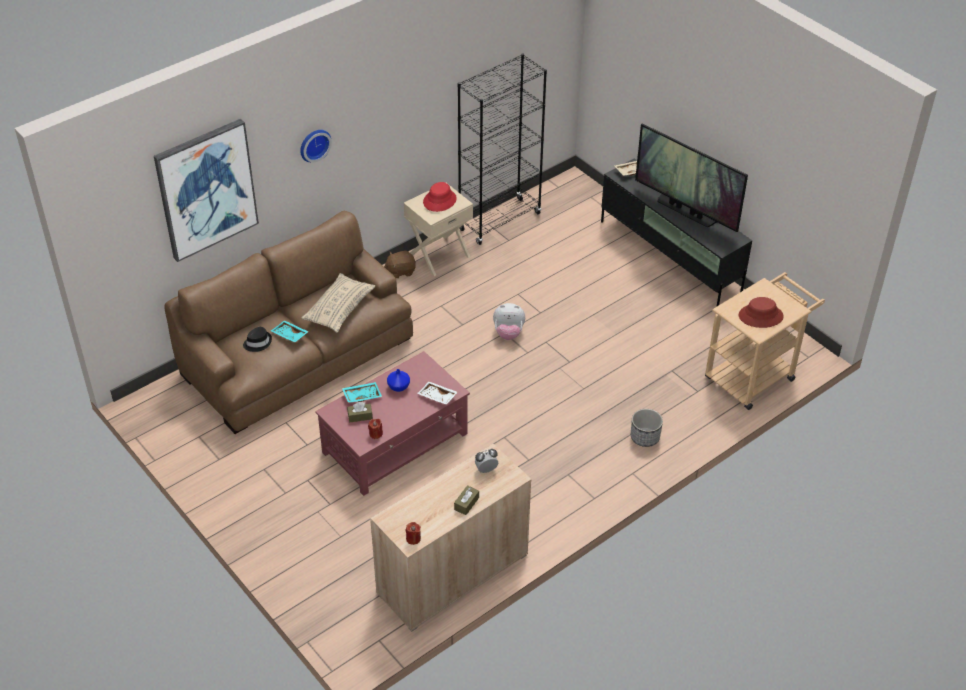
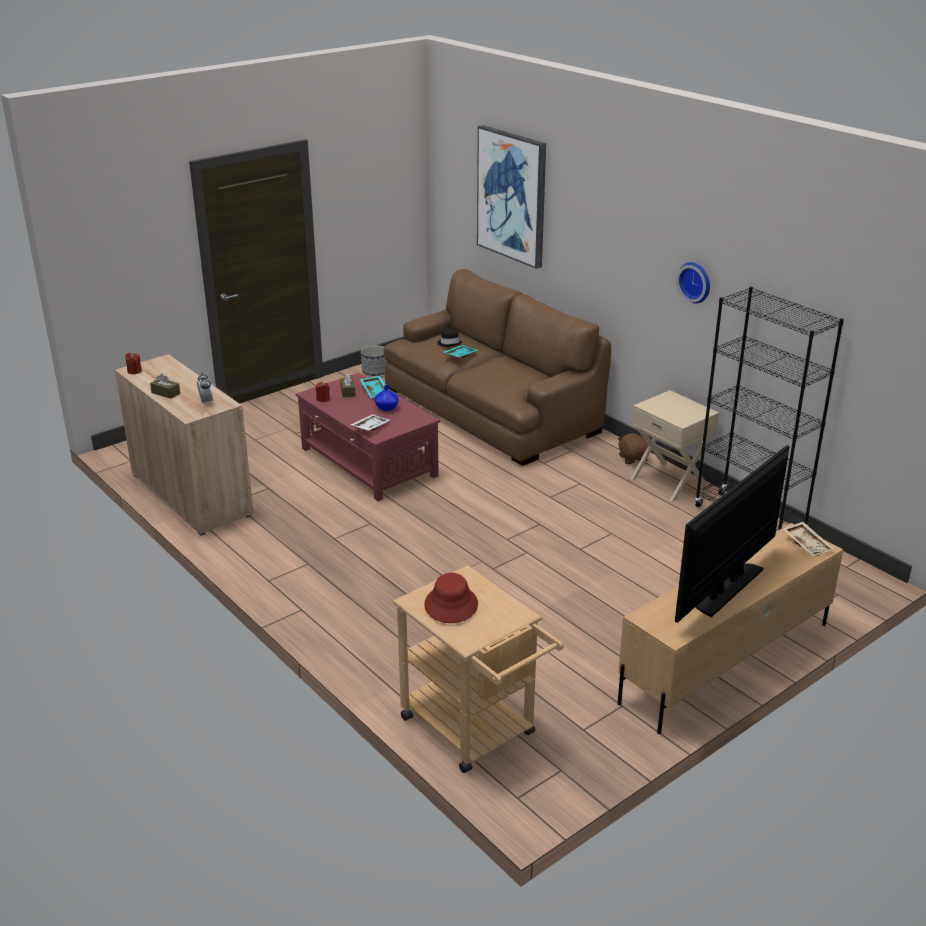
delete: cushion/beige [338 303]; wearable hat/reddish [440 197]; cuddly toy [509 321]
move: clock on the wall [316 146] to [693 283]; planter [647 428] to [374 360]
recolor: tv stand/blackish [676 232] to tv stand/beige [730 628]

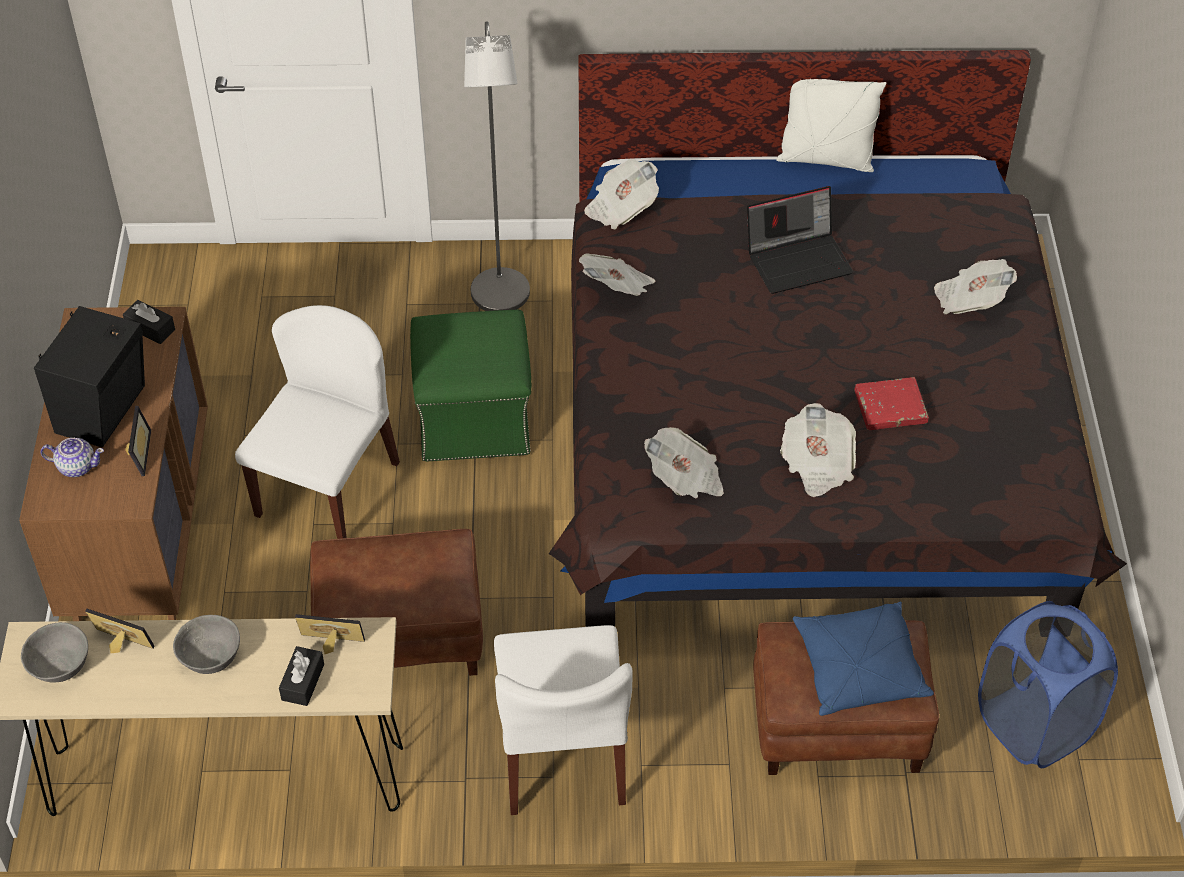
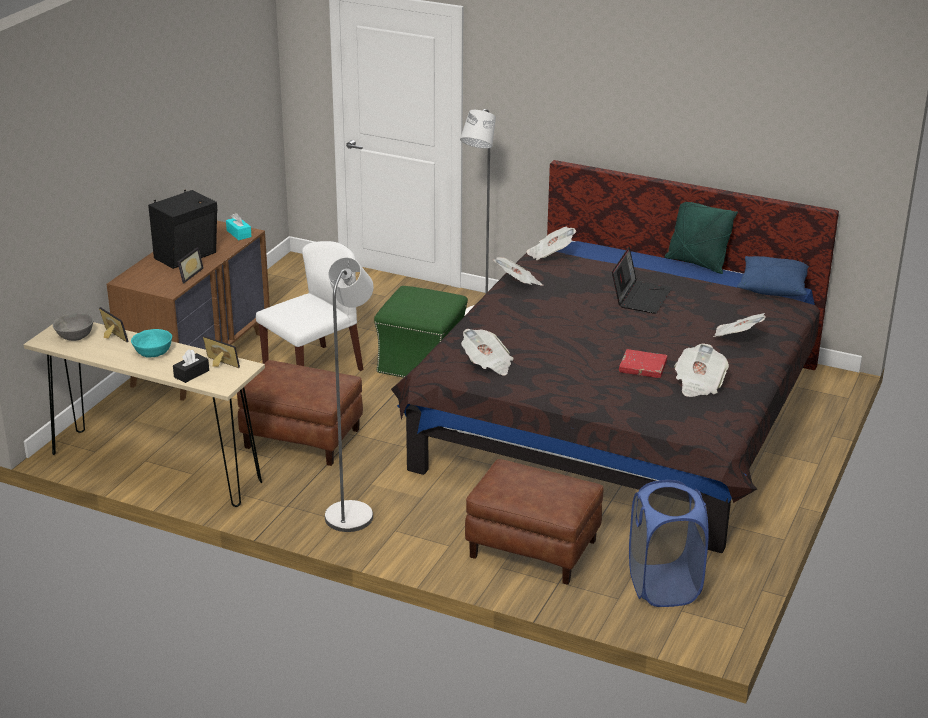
delete: teapot [72 457]
move: printed paper [818 450] to [701 370]; cushion/blue-coloured [863 658] to [773 276]
replace: upright chair/white-coloured [563 720] to floor lamp/grey [349 394]
recolor: tissue holder/blackish [149 322] to tissue holder/turquoise-coloured [239 226]; serving bowl/grey [206 644] to serving bowl/turquoise-coloured [151 343]; cushion/white-coloured [831 125] to cushion/green [701 238]
rotate: portable computer [800 240] = [642 280] 75 degrees counterclockwise

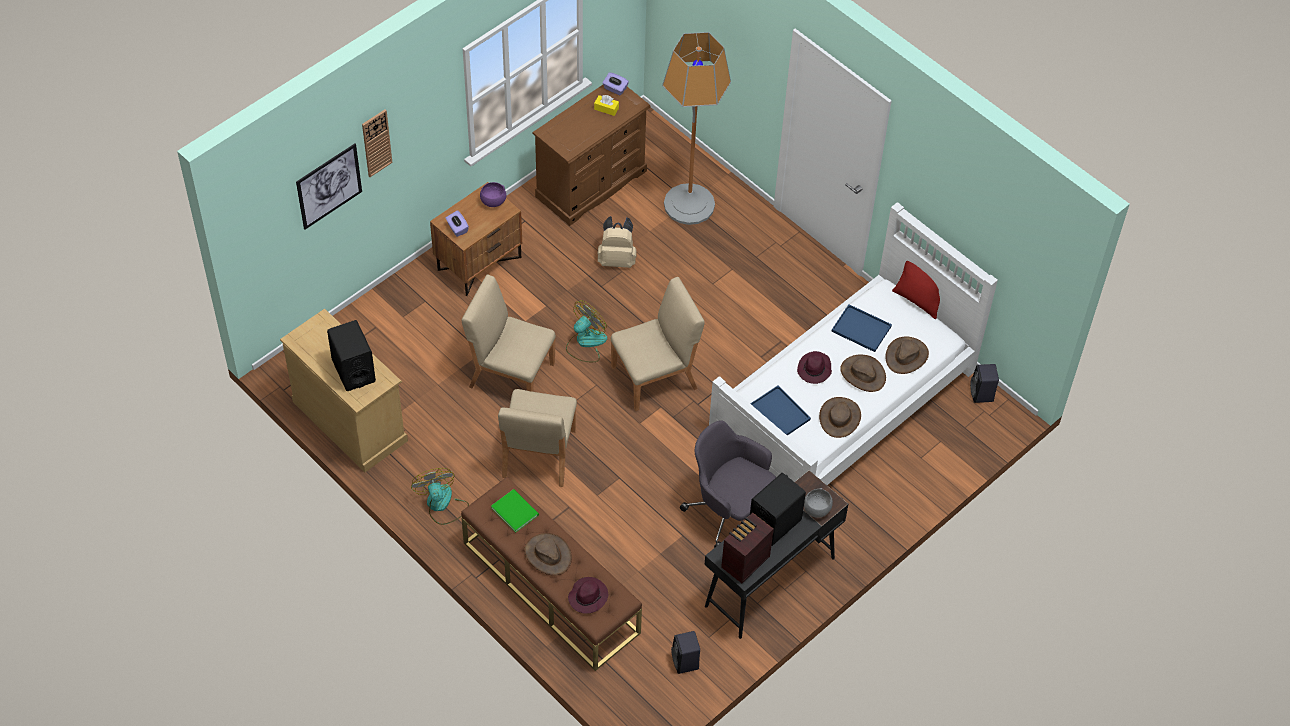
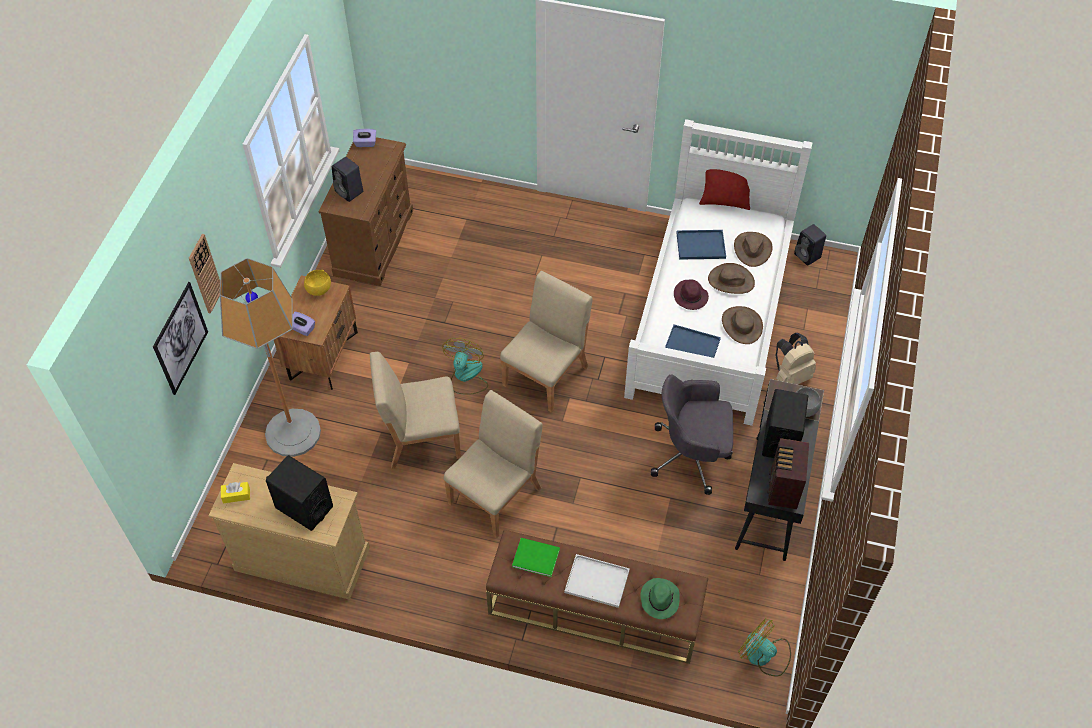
move: fan [440 496] to [764 648]; tissue holder/yellow-coloured [606 105] to [235 492]; rucksack/beige [616 242] to [795 359]; floor lamp [696 128] to [270 357]; loudspeaker/blackish [685 652] to [347 179]
replace: wearable hat/brown-coloured [548 554] to serving tray/white-coloured [597 581]
recolor: serving bowl/purple [493 194] to serving bowl/yellow-coloured [317 283]; wearable hat/purple [588 595] to wearable hat/green [660 598]
rotate: upright chair/beige [537 438] = [493 464] 120 degrees counterclockwise

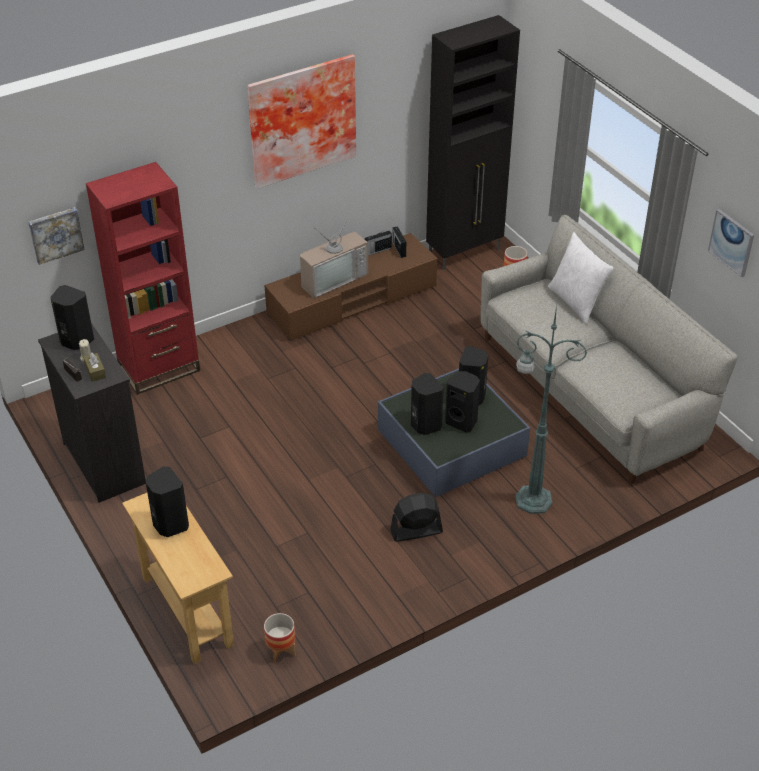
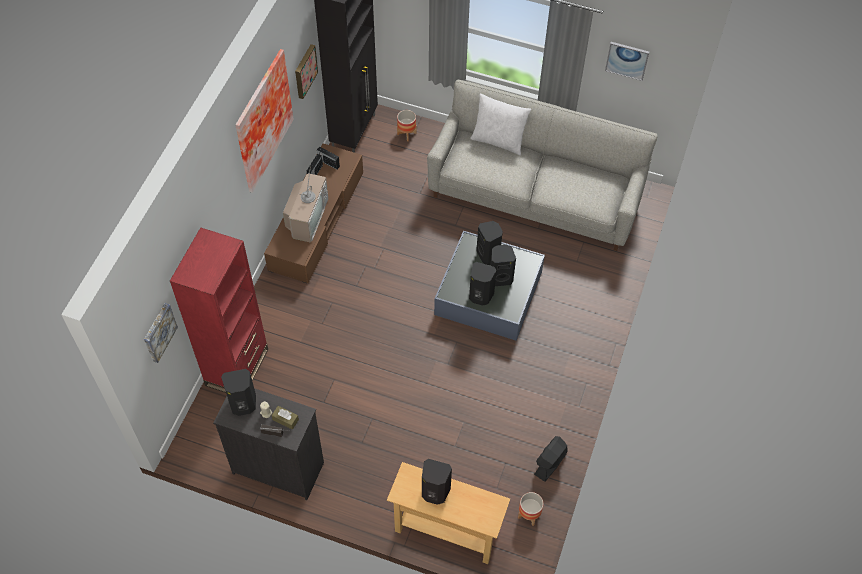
delete: floor lamp/green [551 409]
insert: wall art [306 71]
move: fan/blackish [416 517] to [551 459]

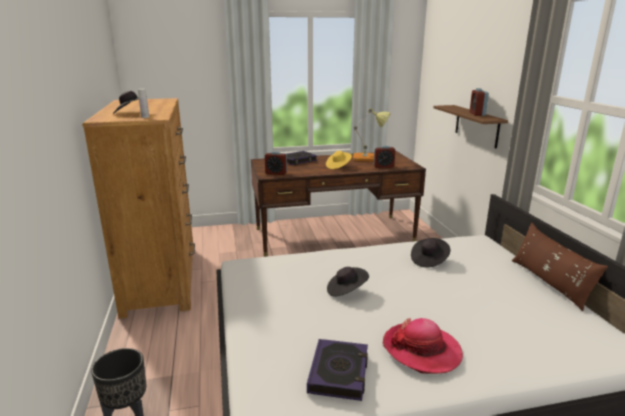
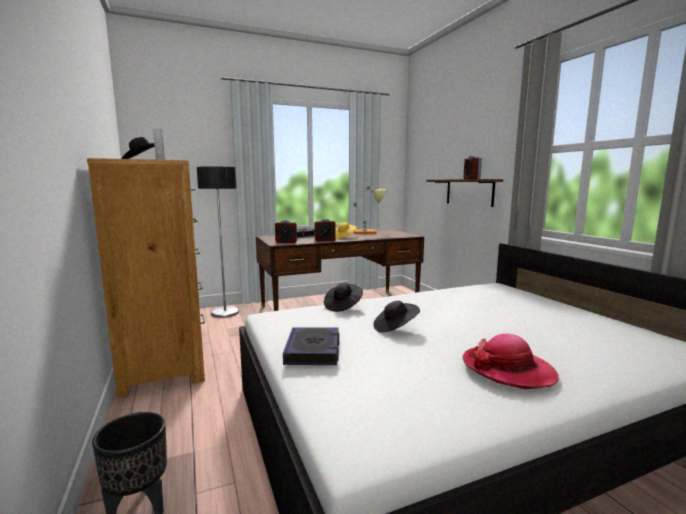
delete: cushion/brown-coloured [560 267]
insert: floor lamp [218 242]
move: bound book [337 370] to [311 346]; alarm clock [384 157] to [325 230]; wearable hat/blackish [430 252] to [343 297]

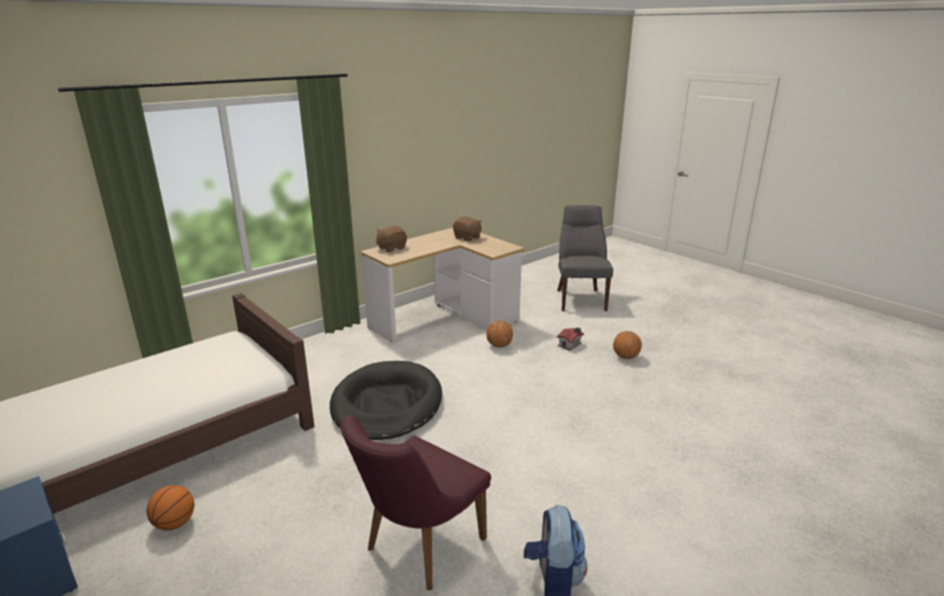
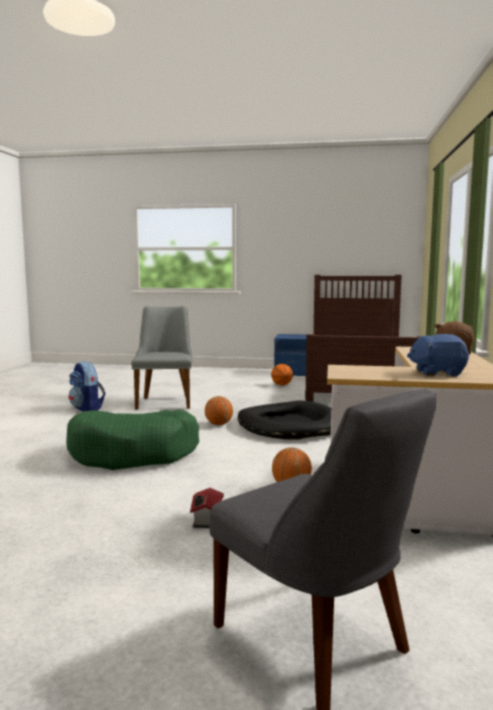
insert: dog bed/green [132 439]
move: basketball ball [627 345] to [219 410]
recolor: upright chair/purple [416 502] to upright chair/grey [162 358]; cuddly toy/brown-coloured [467 229] to cuddly toy/blue-coloured [438 355]

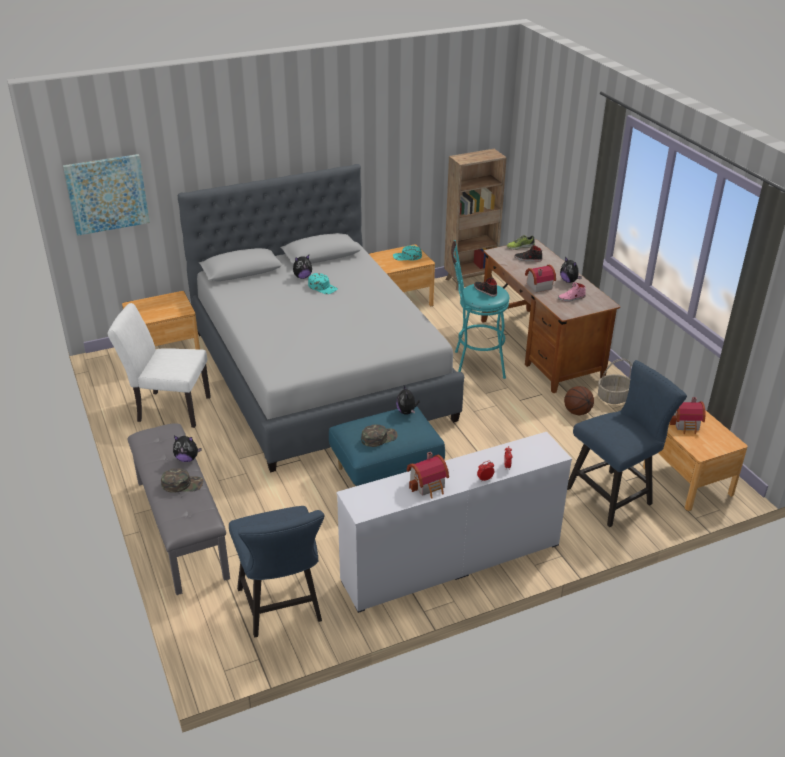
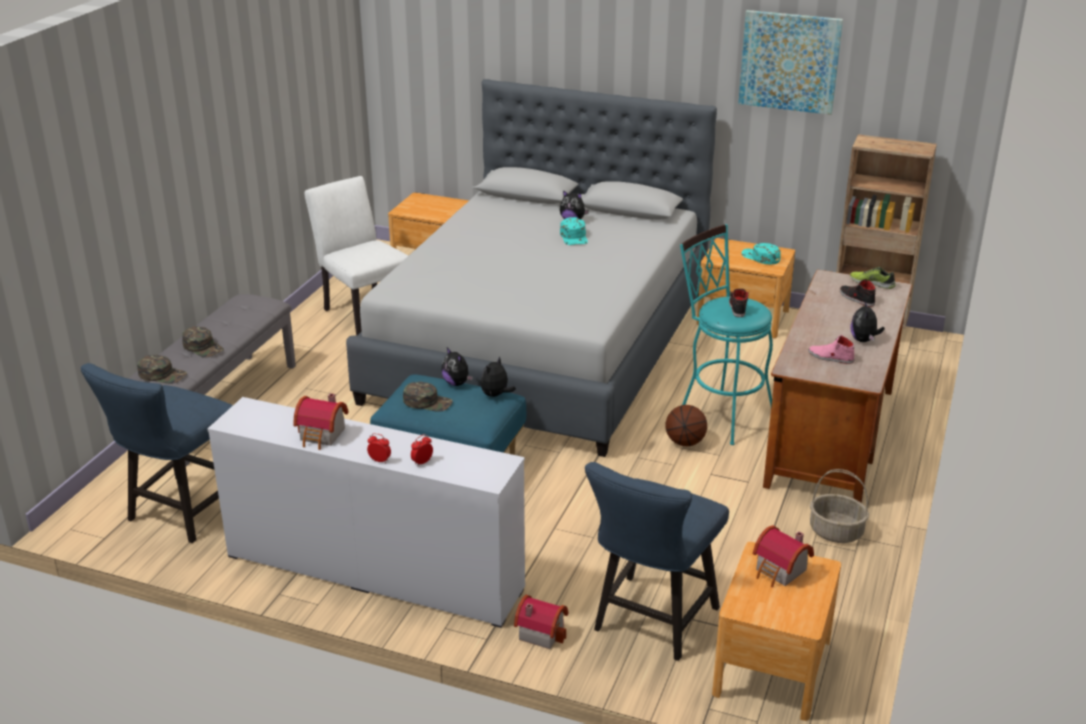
insert: cap/green [162 369]
move: wall art [106 195] to [790 62]; cuddly toy [187 449] to [457 367]; toy house [540 279] to [541 622]; basketball ball [579 400] to [686 425]
rotate: upright chair/blue-coloured [627 443] = [657 561] 105 degrees clockwise

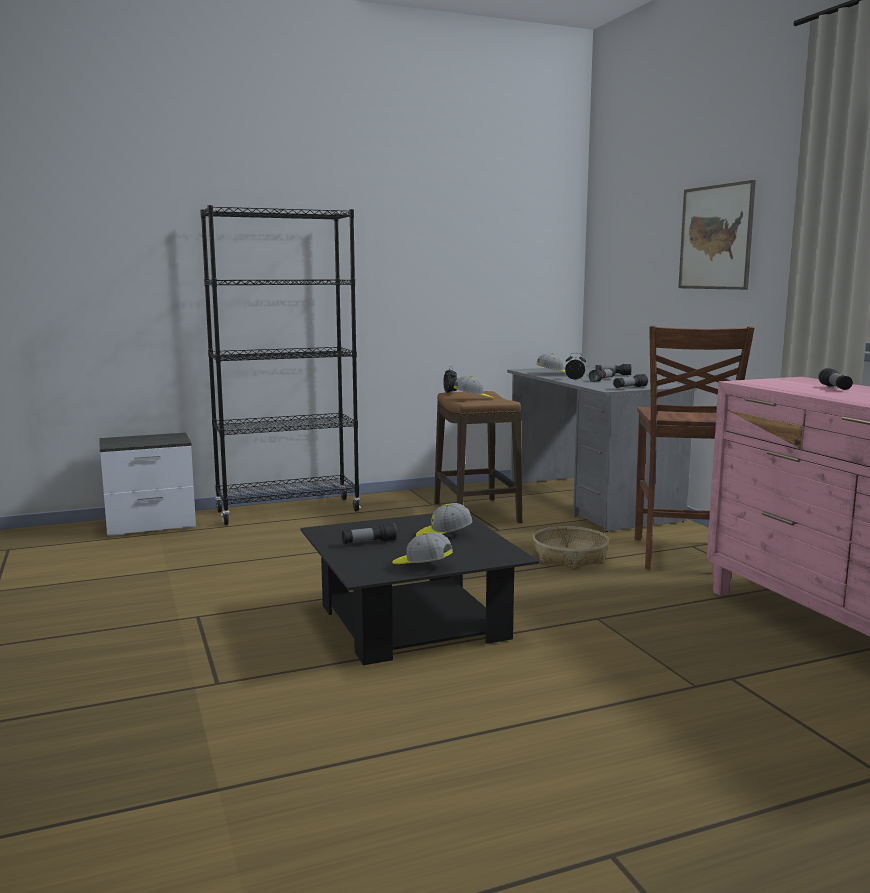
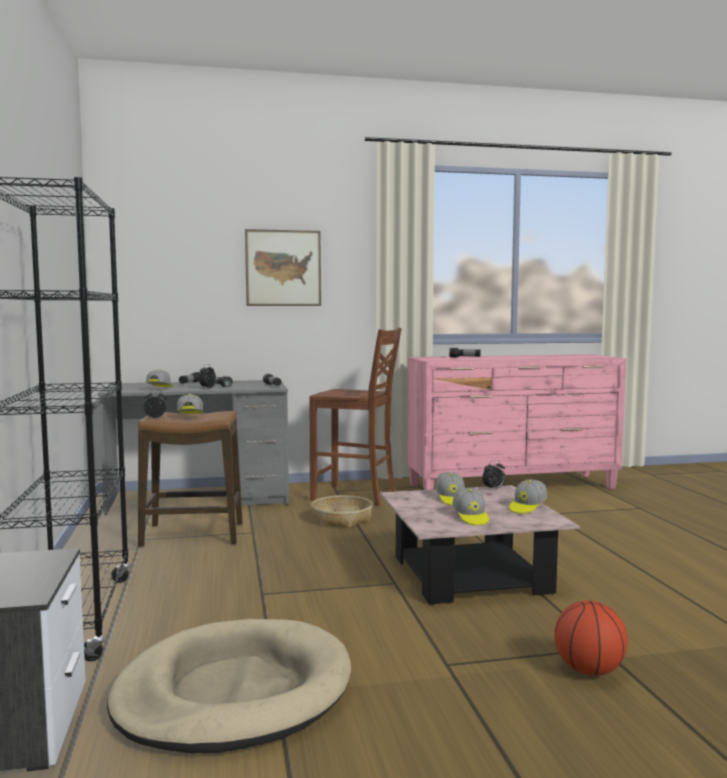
insert: dog bed/beige [229 686]; alarm clock [493 475]; basketball ball [591 638]
replace: flashlight [369 533] to cap [471 507]
recolor: coffee table/blackish [419 589] to coffee table/pink-coloured [480 545]

